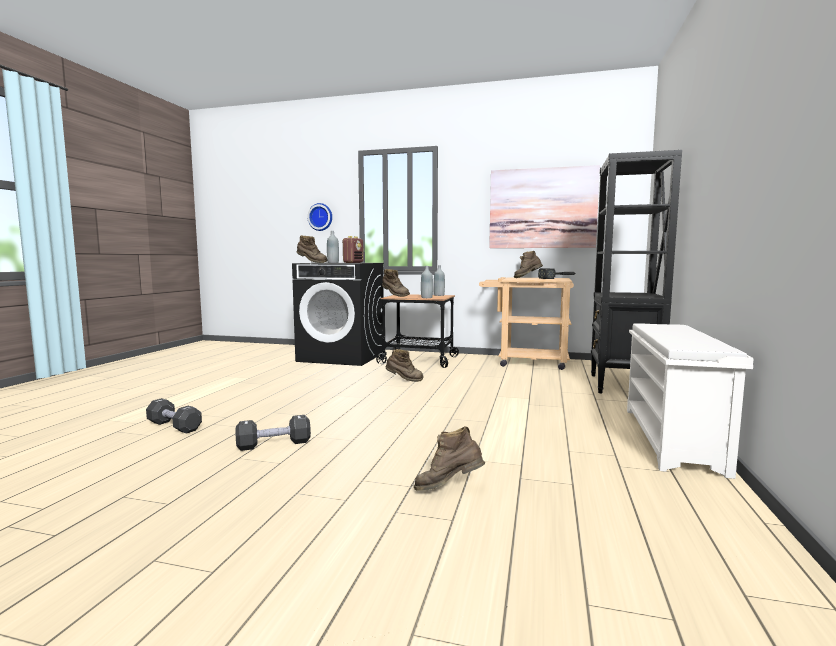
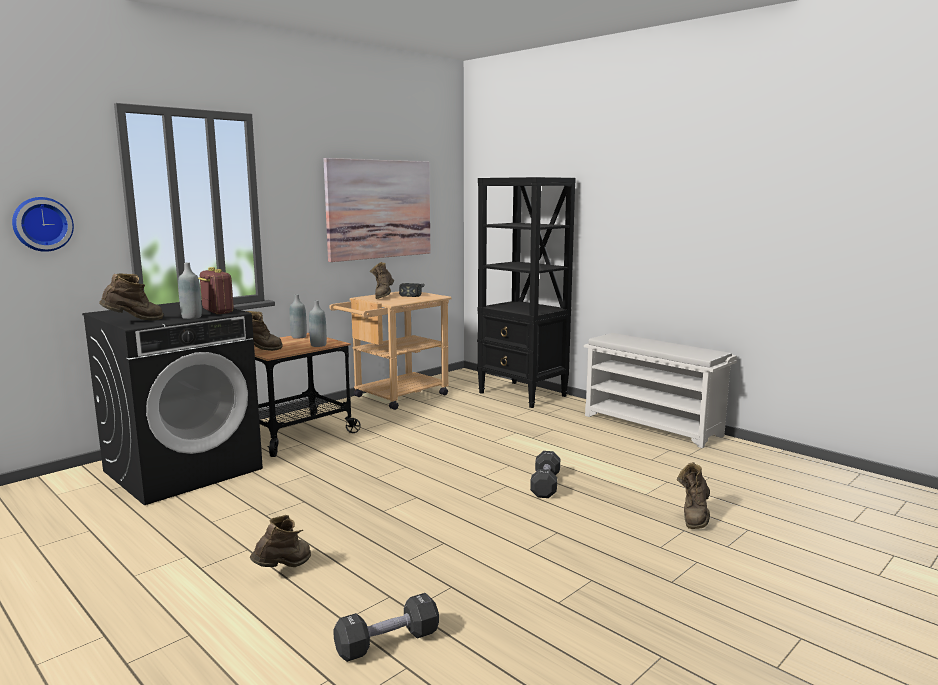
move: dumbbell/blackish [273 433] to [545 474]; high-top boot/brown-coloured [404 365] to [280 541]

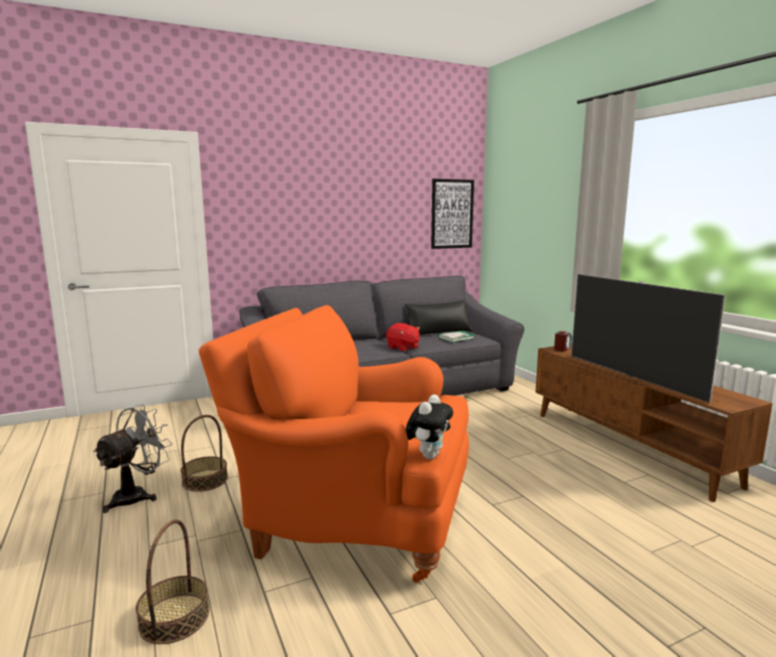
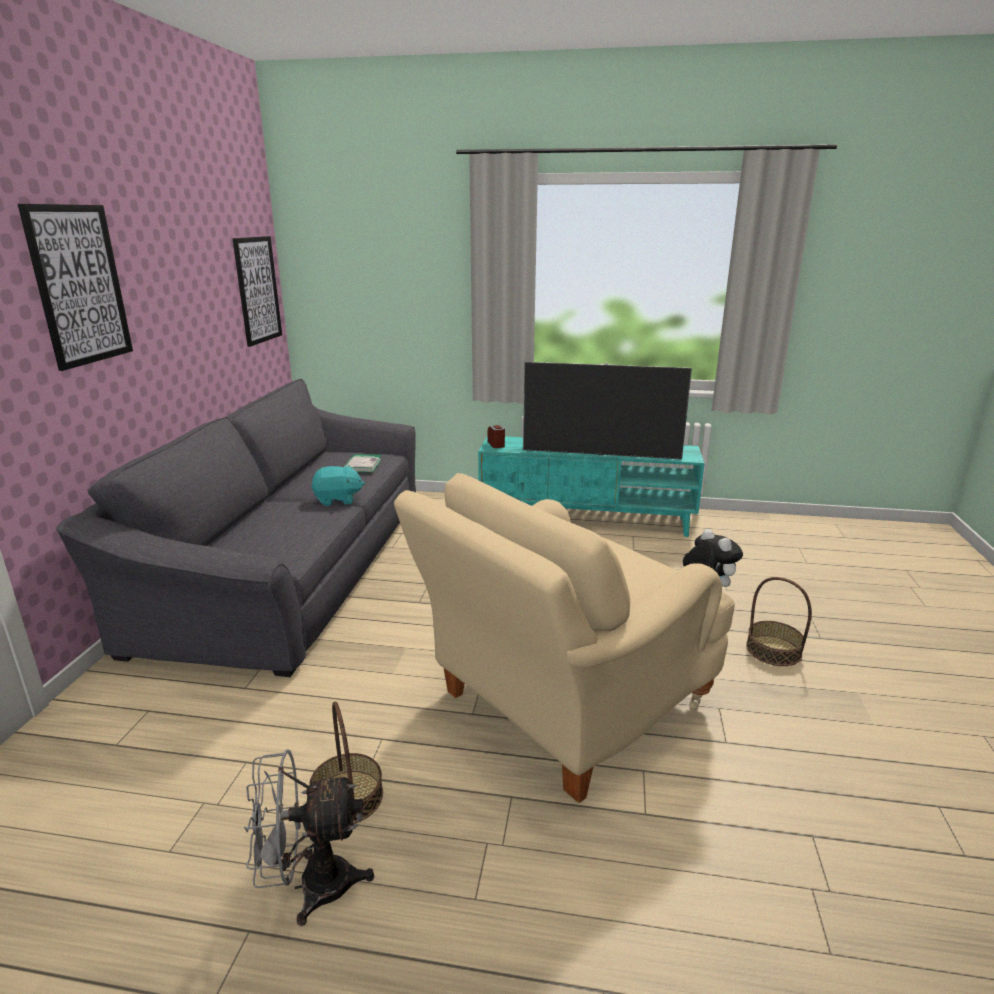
delete: cushion/blackish [439 317]
insert: wall art [75 287]
move: basket [172 581] to [779 621]
recolor: armchair/orange [334 444] to armchair/beige [564 638]; cuddly toy/reddish [403 337] to cuddly toy/turquoise-coloured [338 485]; tv stand/brown-coloured [654 423] to tv stand/turquoise-coloured [591 486]
rotate: fan/grey [133 458] = [309 837] 75 degrees counterclockwise

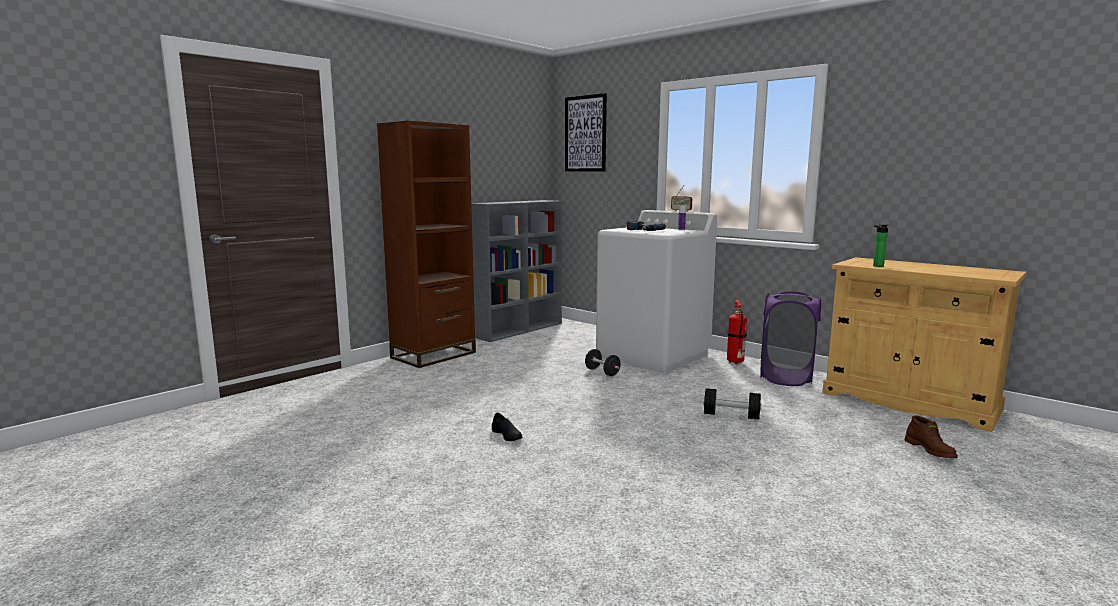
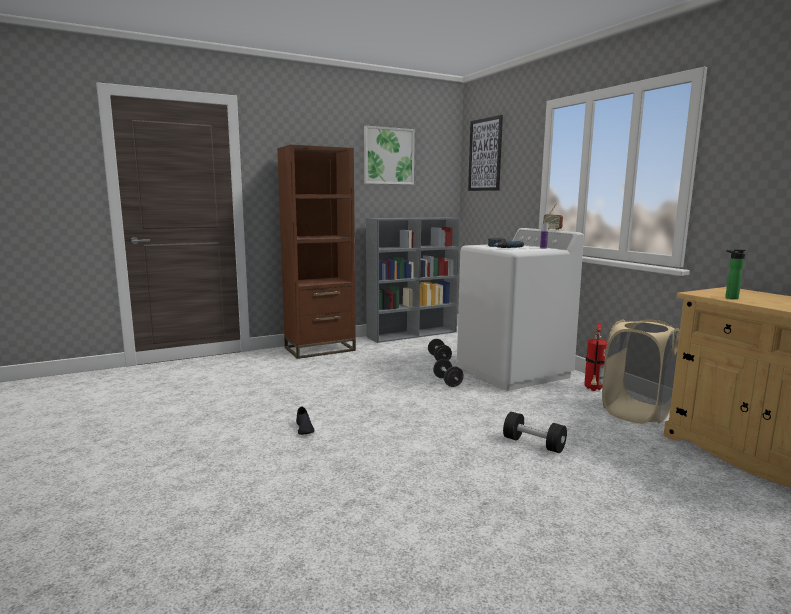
delete: high-top boot/brown-coloured [931 436]
insert: wall art [389 155]; dumbbell/blackish [440 350]
recolor: hamper/purple [790 338] to hamper/beige [641 371]

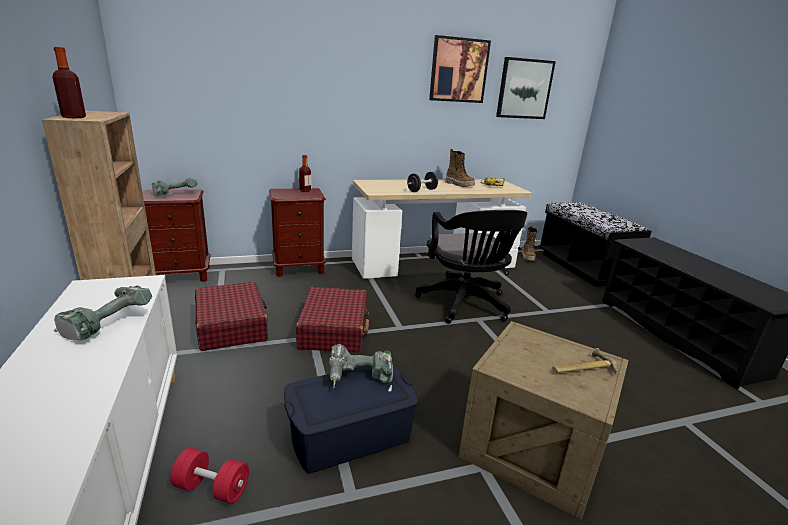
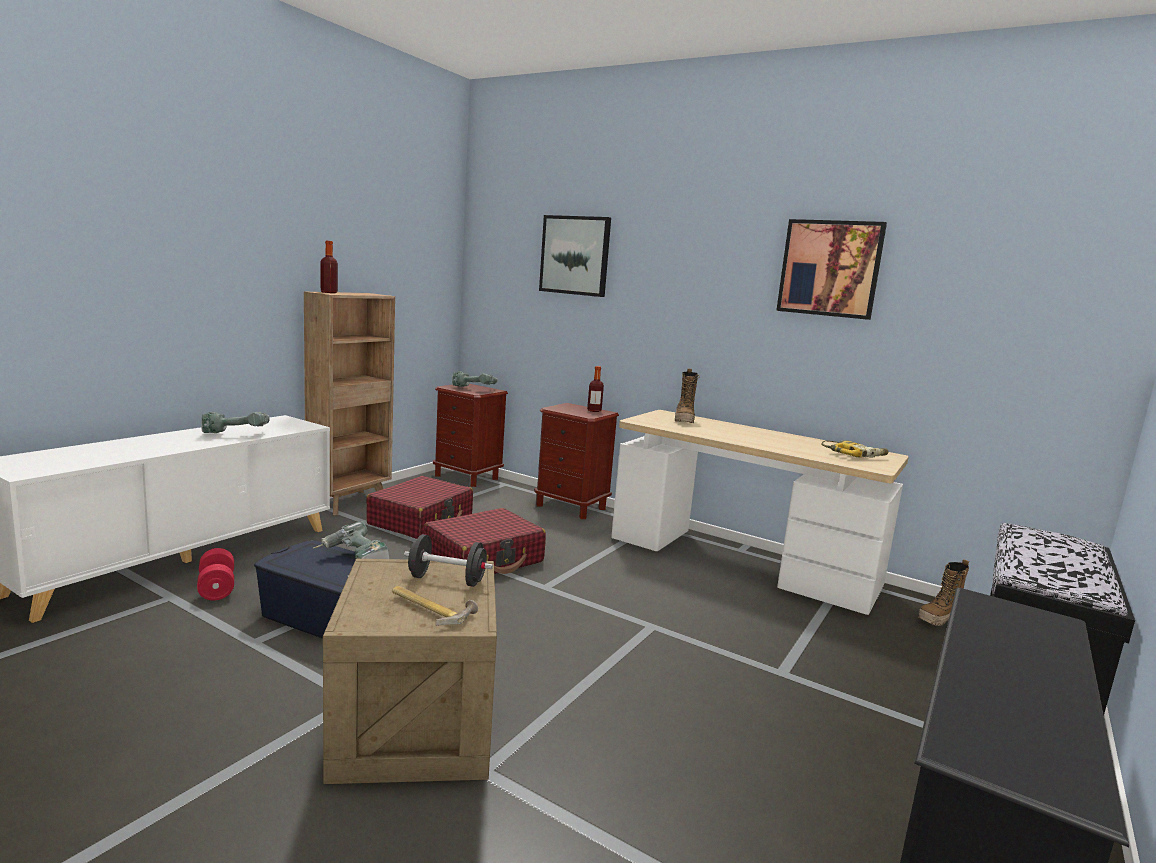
delete: computer chair/blackish [471 267]
move: dumbbell/blackish [422 182] to [448 560]; high-top boot [460 168] to [687 395]; wall art [526 88] to [575 256]

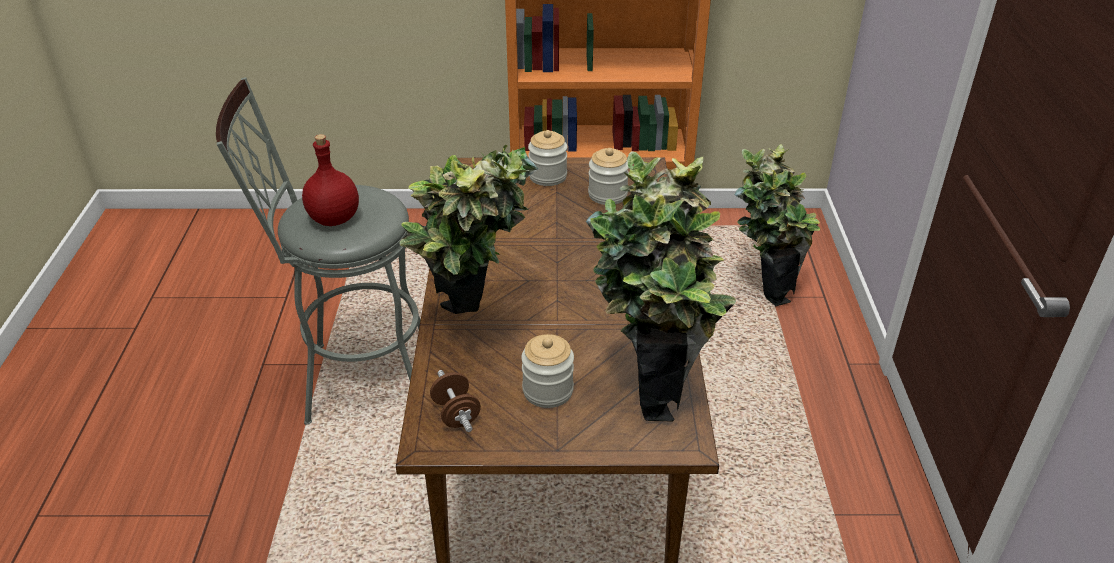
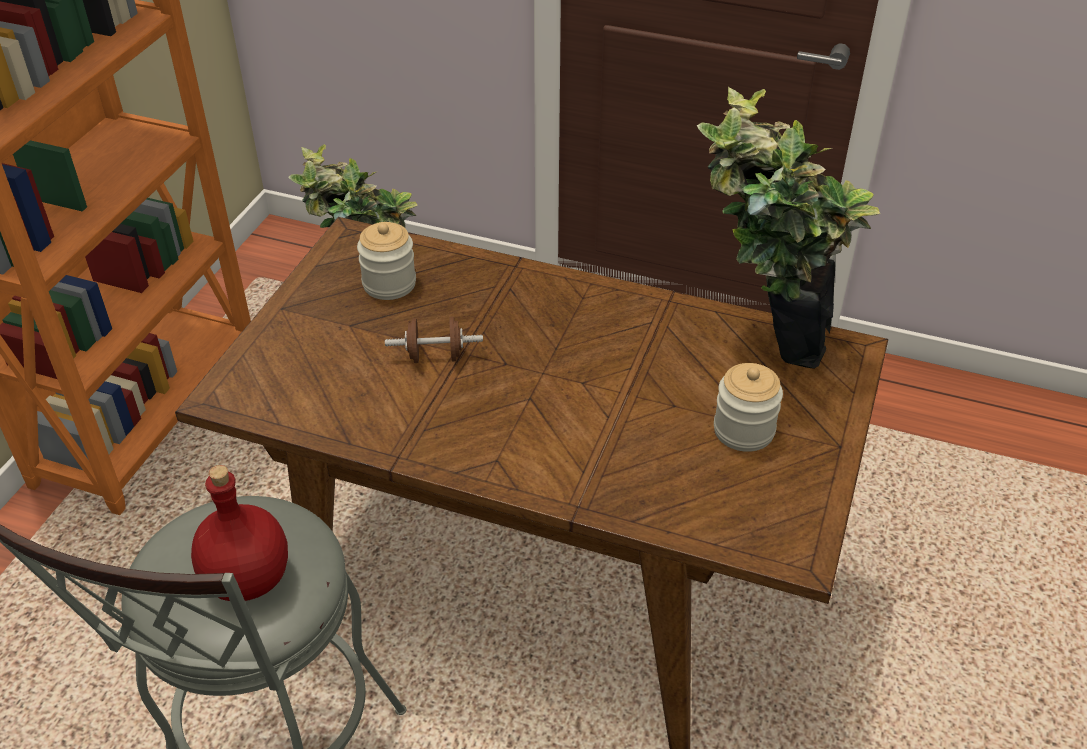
delete: houseplant [468 229]; preserve jar [547 158]
move: dumbbell/brown-coloured [455 401] to [434 340]

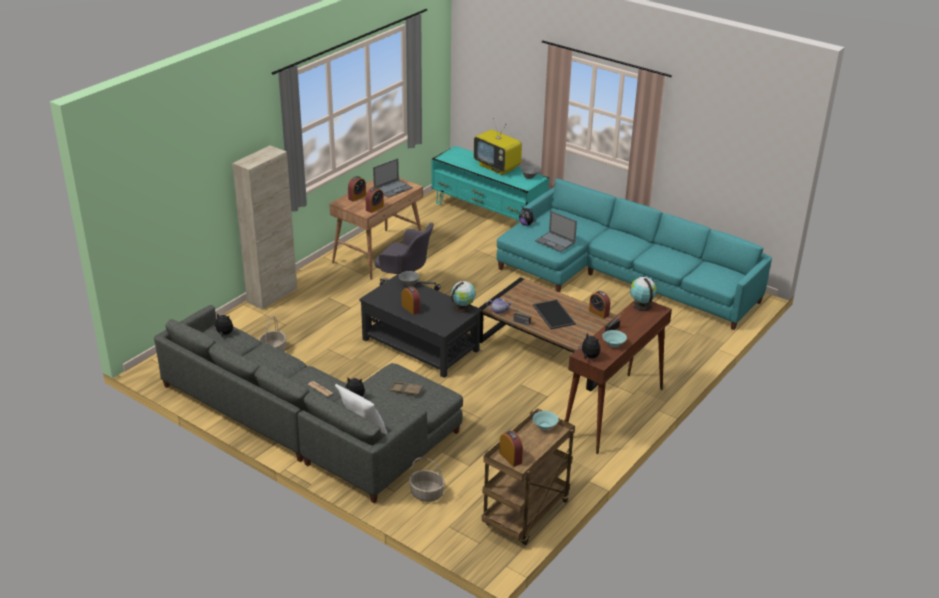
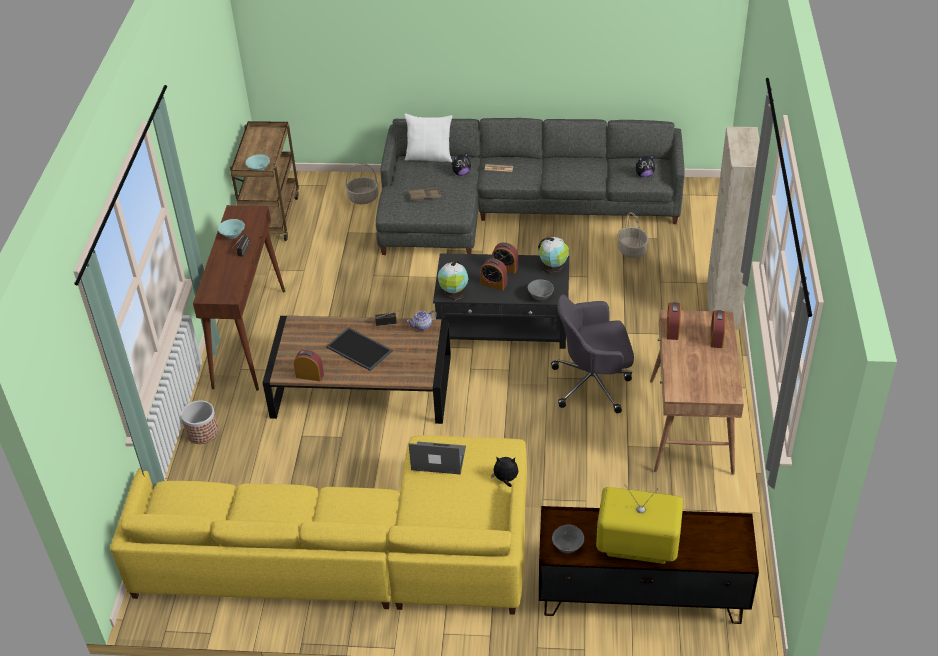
delete: portable computer [393 178]; cuddly toy [589 346]
insert: planter [200 422]
move: alarm clock [511 449] to [493 274]; world globe [643 294] to [553 256]
recolor: tv stand/turquoise-coloured [490 185] to tv stand/brown-coloured [649 565]; settee/turquoise-coloured [634 254] to settee/yellow-coloured [318 525]

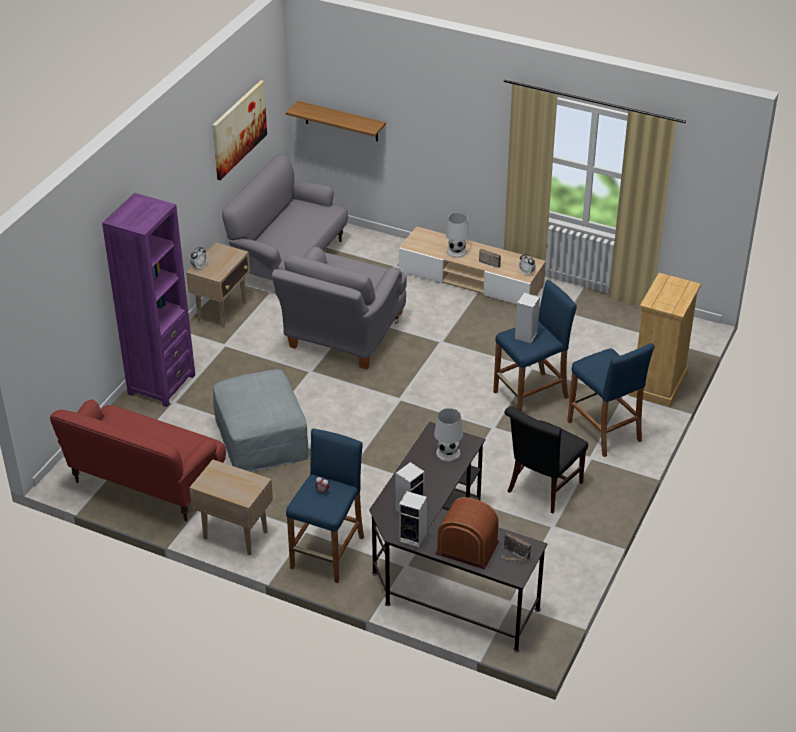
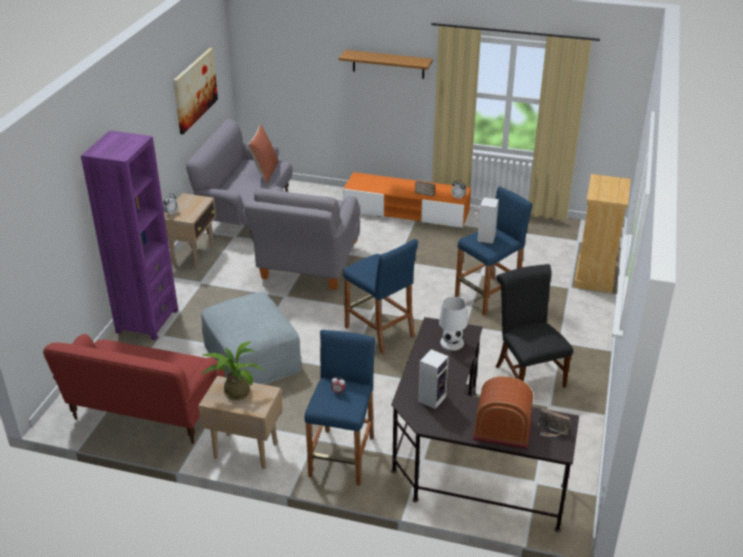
delete: loudspeaker [413 519]; lamp for a table/white-coloured [457 235]
insert: houseplant [233 371]; cushion [263 154]
move: bracket shelf [336 121] to [386 64]; stool seat/blue-coloured [611 400] to [380 296]
recolor: tv stand/beige [472 265] to tv stand/orange [407 200]
rotate: upright chair/blackish [546 460] = [534 326] 135 degrees clockwise

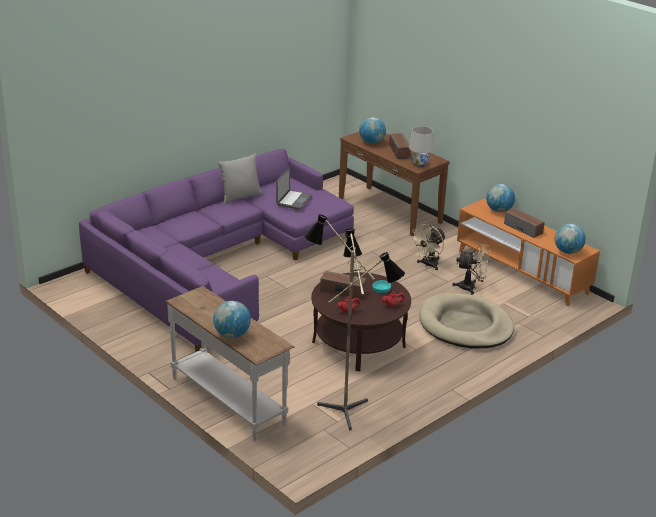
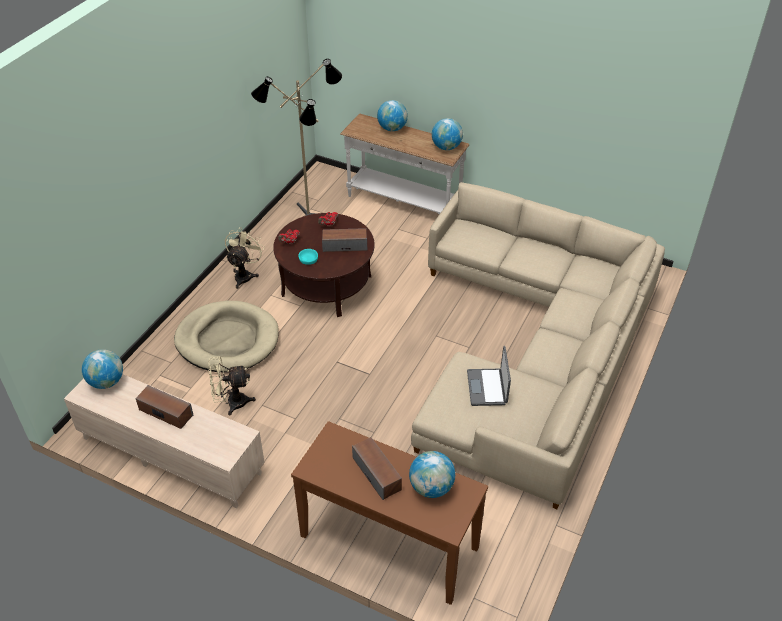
delete: cushion/grey [240 179]; lamp for a table/white-coloured [421 146]
move: fan/beige [428 247] to [245 258]; world globe [500 198] to [447 134]
recolor: settee/purple [216 250] to settee/beige [538 345]; tv stand/orange [528 252] to tv stand/beige [164 441]

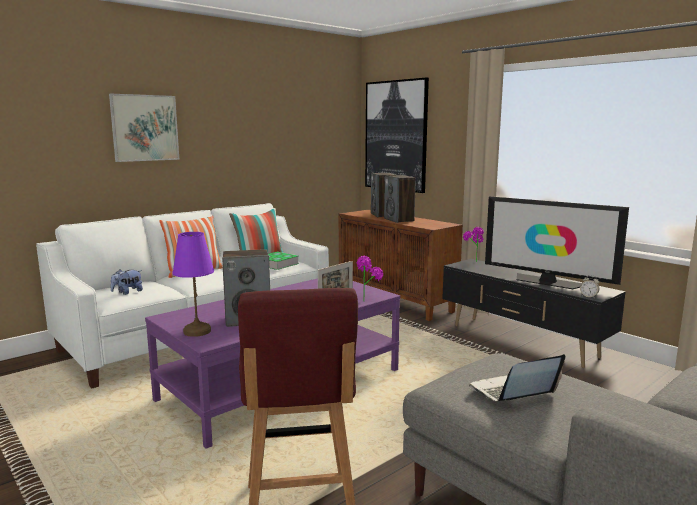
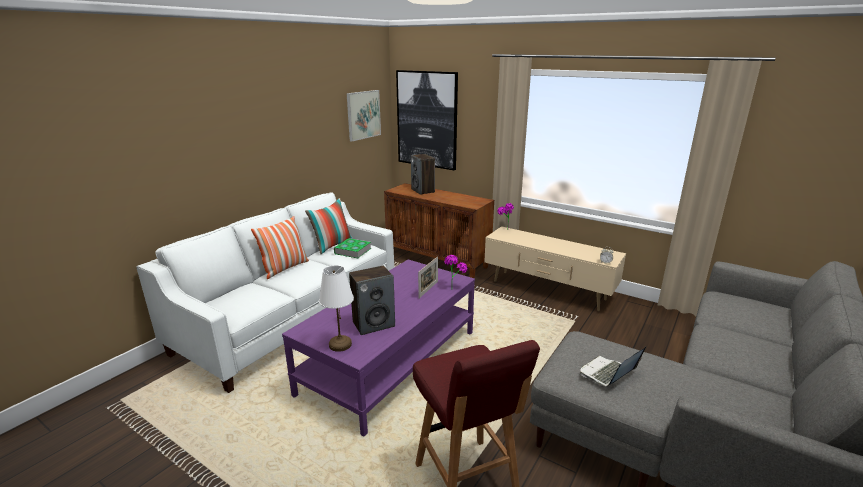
delete: cuddly toy [127 282]; loudspeaker [400 199]; TV [557 242]
move: wall art [144 127] to [364 116]
recolor: lamp for a table/purple [193 284] to lamp for a table/white-coloured [336 308]; tv stand/blackish [534 313] to tv stand/beige [555 268]

